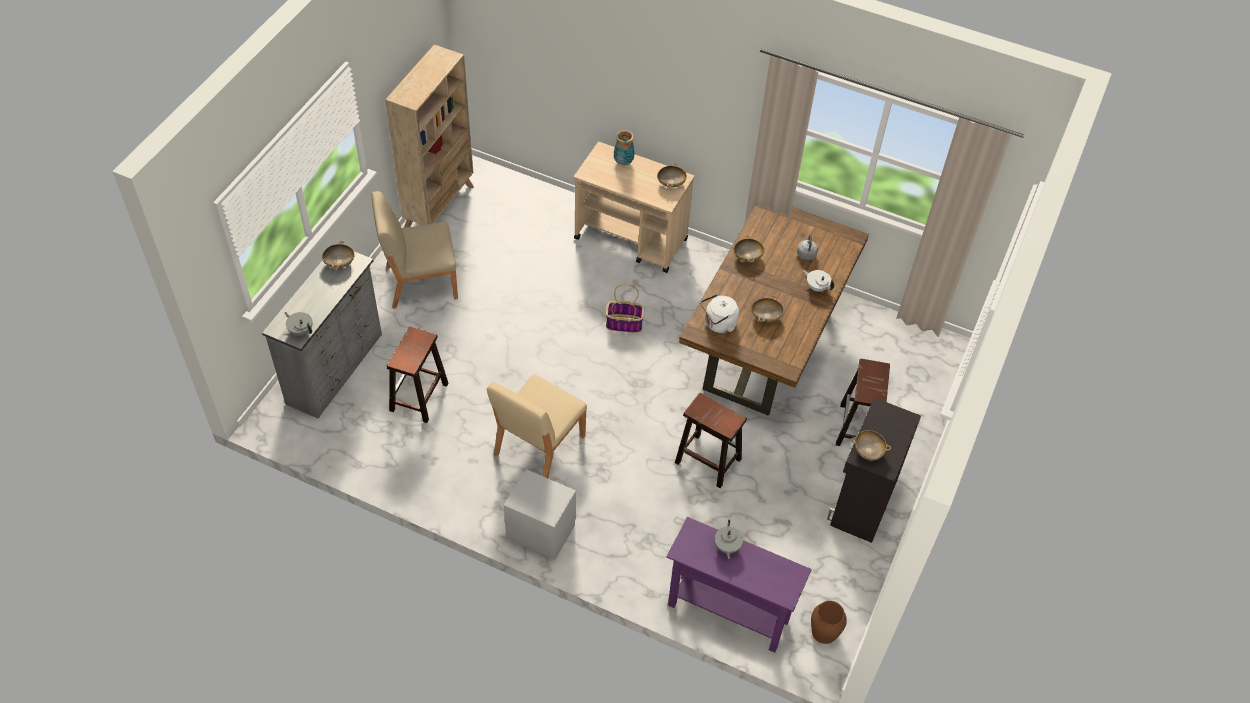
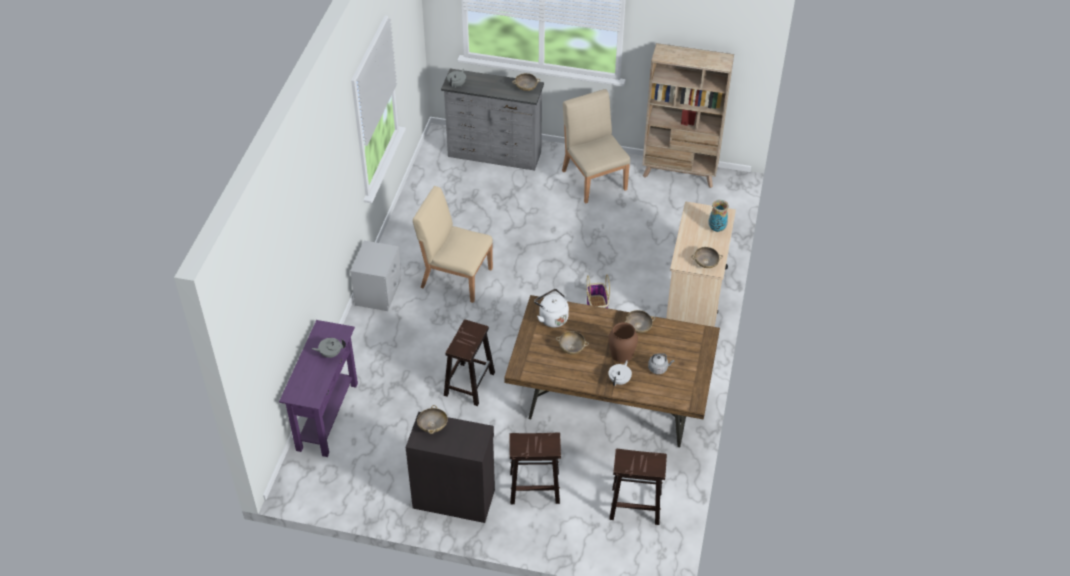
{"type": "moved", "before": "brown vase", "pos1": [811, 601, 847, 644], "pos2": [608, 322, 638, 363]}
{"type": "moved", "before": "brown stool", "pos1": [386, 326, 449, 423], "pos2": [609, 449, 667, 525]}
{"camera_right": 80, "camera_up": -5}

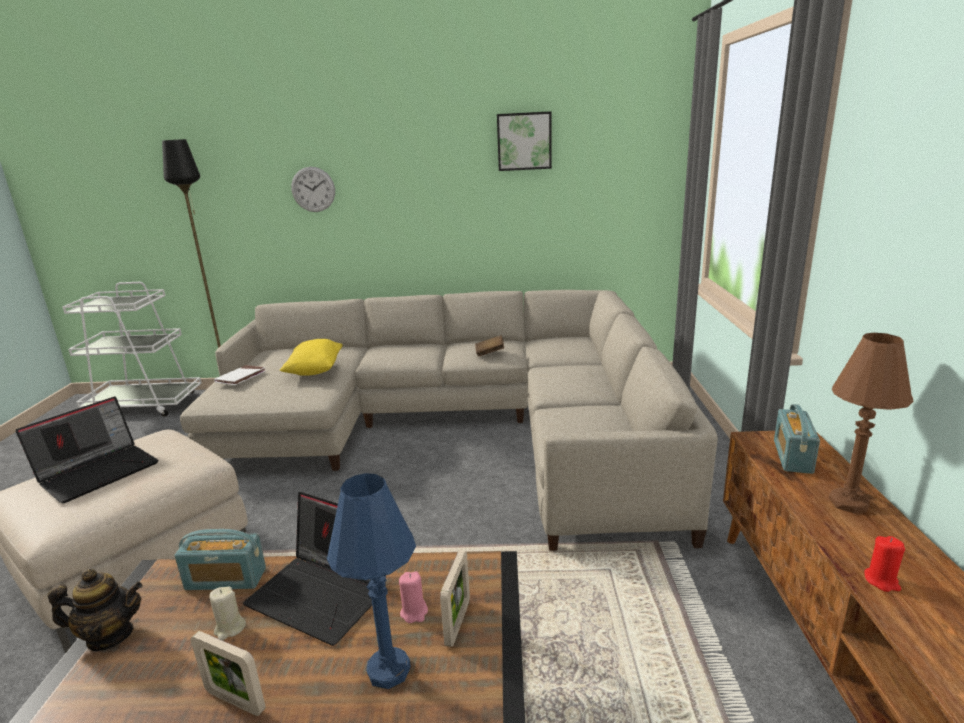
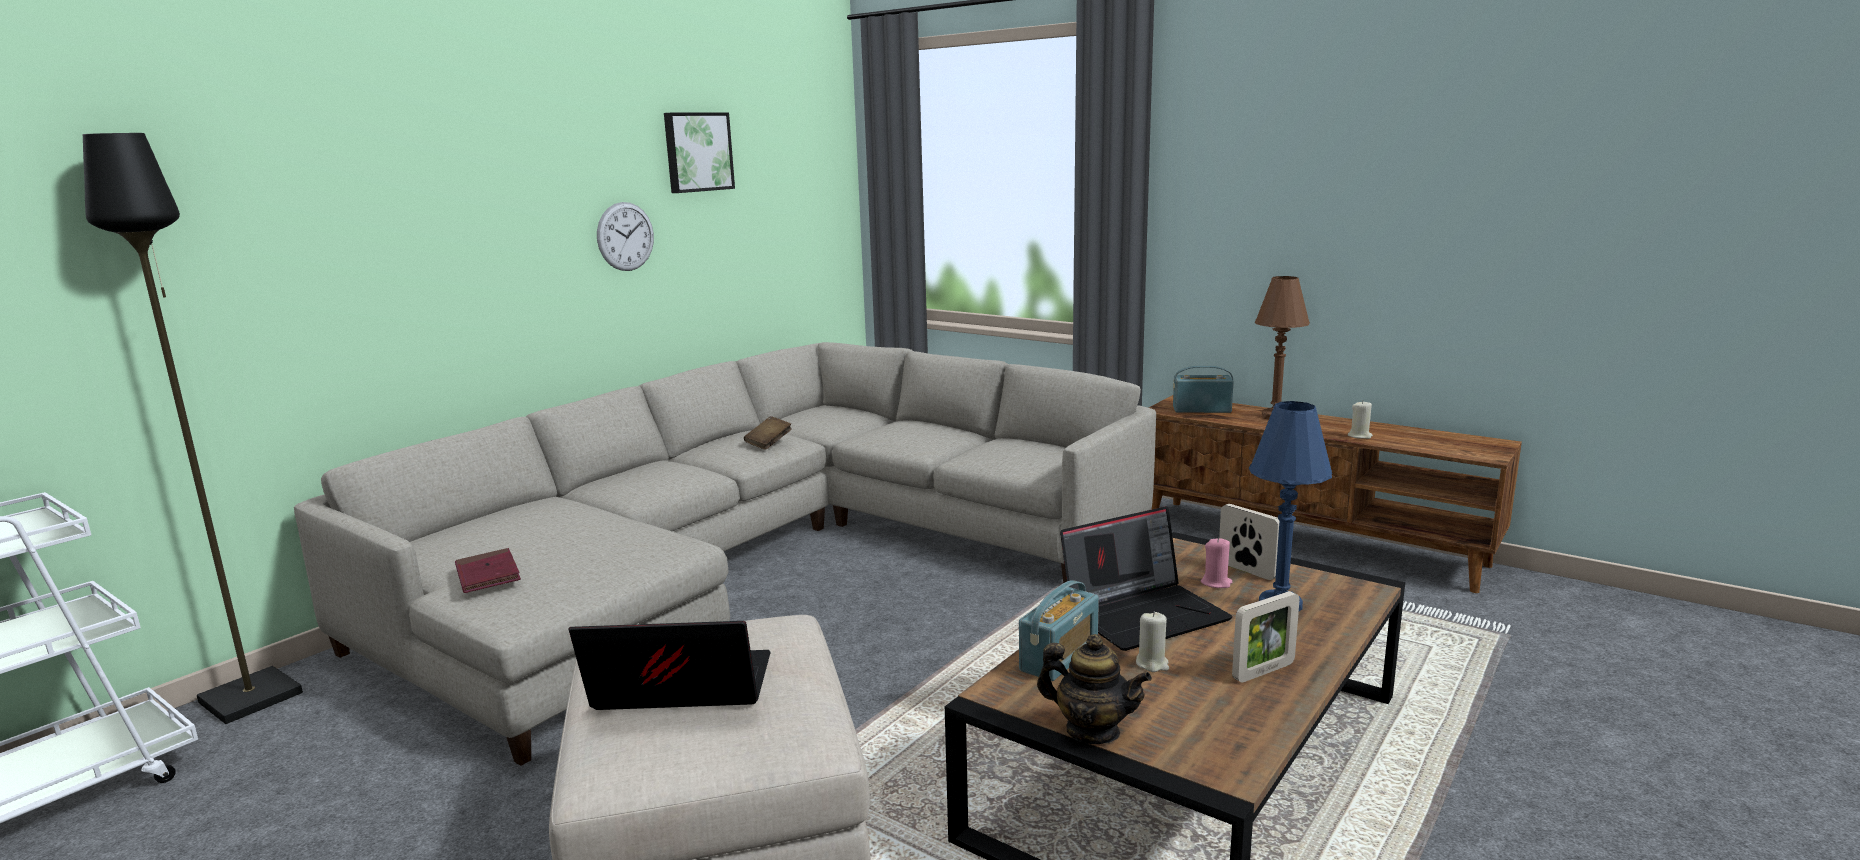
{"type": "recoloured", "before": "white book", "after": "red book", "pos1": [214, 365, 266, 385], "pos2": [455, 548, 521, 593]}
{"type": "turned", "before": "laptop", "pos1": [15, 396, 158, 503], "pos2": [568, 621, 770, 710], "turn": -75}
{"type": "moved", "before": "wall clock", "pos1": [291, 167, 335, 212], "pos2": [597, 202, 654, 271]}
{"type": "turned", "before": "teapot", "pos1": [48, 569, 143, 651], "pos2": [1037, 634, 1152, 744], "turn": 90}
{"type": "turned", "before": "radio", "pos1": [774, 404, 820, 474], "pos2": [1173, 366, 1234, 413], "turn": 135}
{"type": "recoloured", "before": "red candle", "after": "beige candle", "pos1": [864, 536, 905, 592], "pos2": [1348, 400, 1373, 439]}
{"type": "removed", "before": "yellow pillow", "pos1": [279, 339, 343, 376]}
{"camera_right": -55, "camera_up": -5}

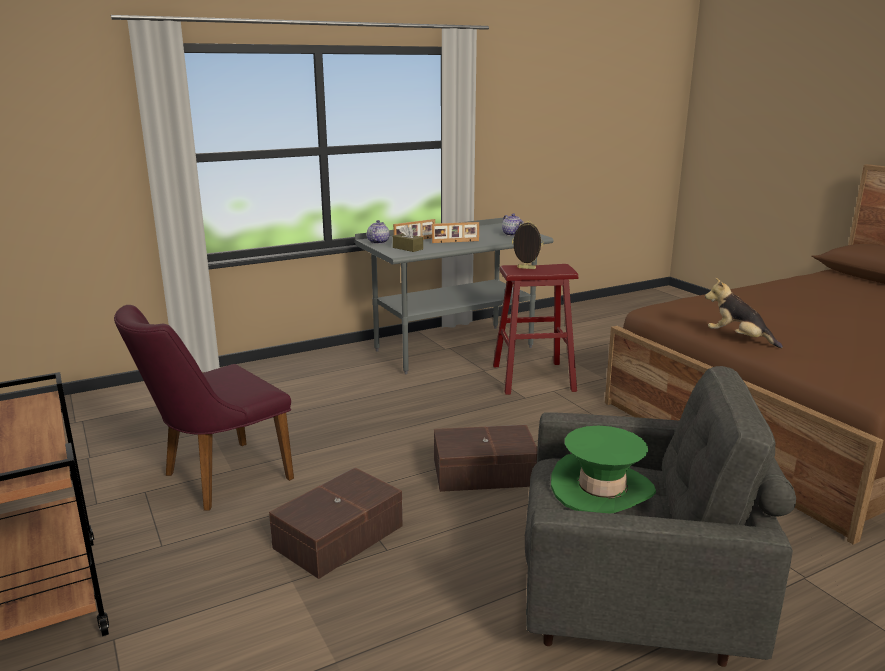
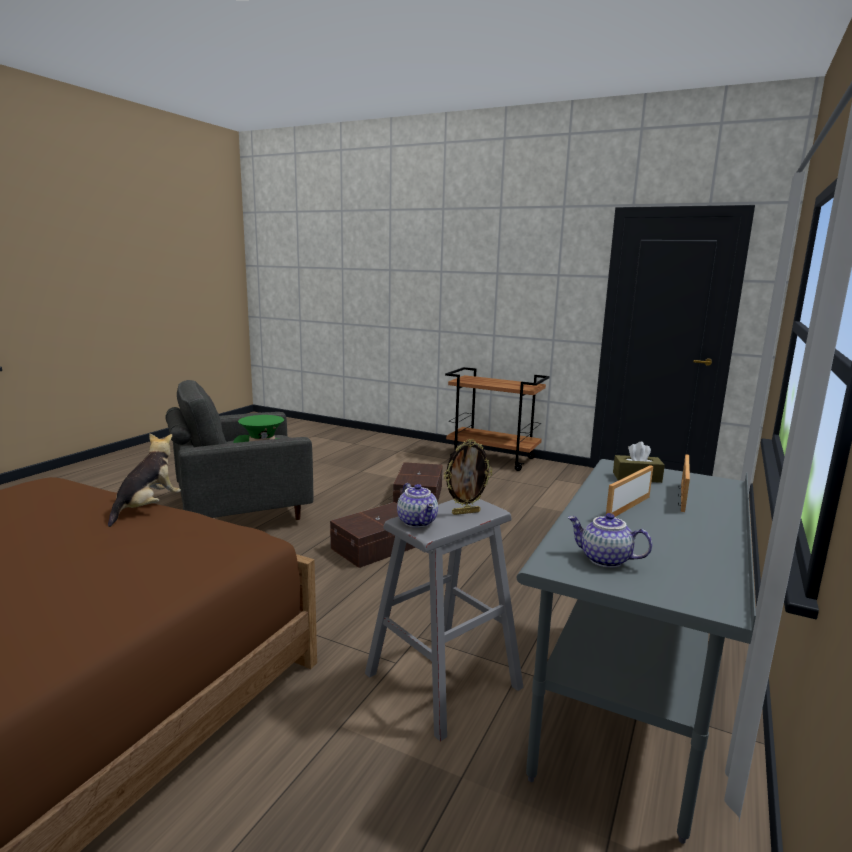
{"type": "turned", "before": "plush toy", "pos1": [705, 278, 783, 348], "pos2": [108, 433, 181, 527], "turn": -75}
{"type": "recoloured", "before": "red stool", "after": "grey stool", "pos1": [493, 264, 578, 395], "pos2": [365, 499, 523, 741]}
{"type": "moved", "before": "teapot", "pos1": [367, 220, 390, 244], "pos2": [397, 483, 438, 528]}
{"type": "removed", "before": "purple chair", "pos1": [114, 305, 294, 511]}
{"camera_right": 145, "camera_up": -5}

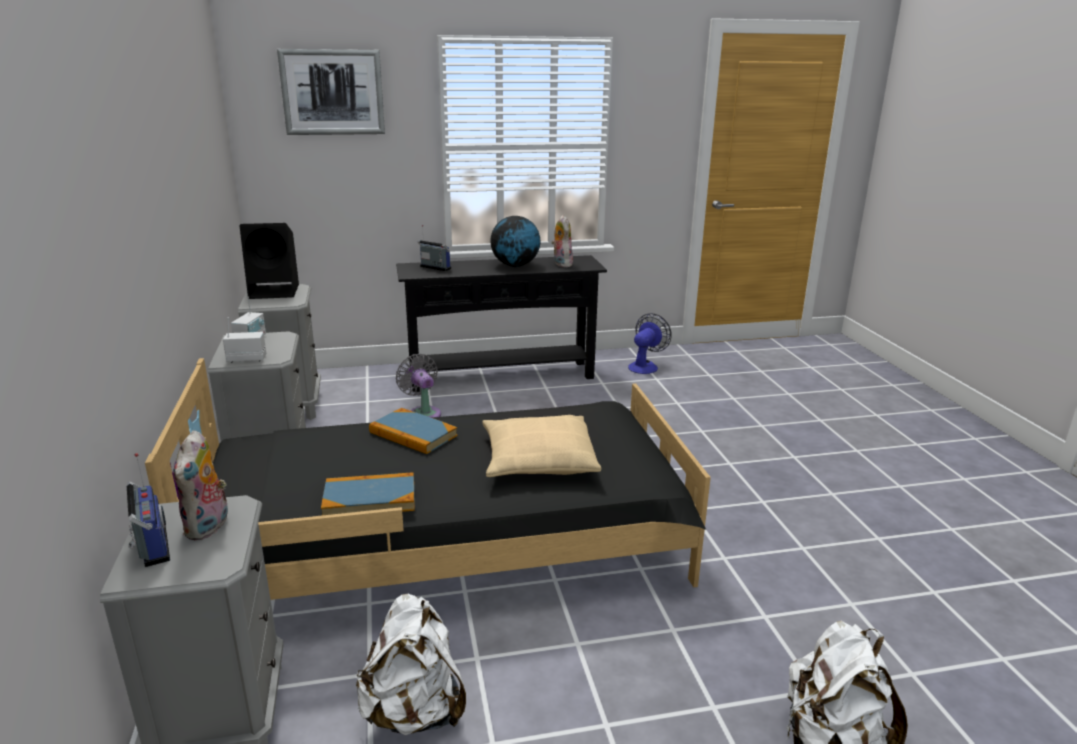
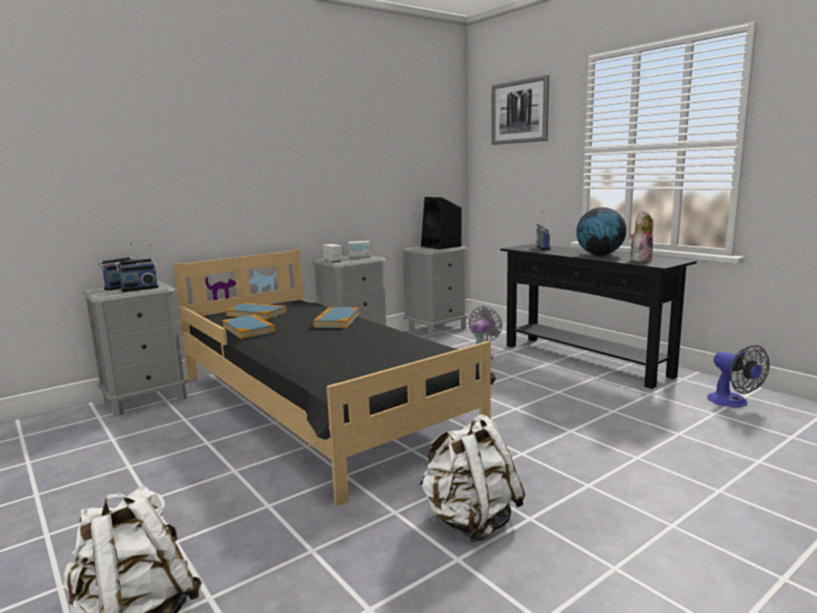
{"type": "replaced", "before": "plush toy", "after": "radio", "pos1": [173, 430, 228, 540], "pos2": [116, 244, 159, 292]}
{"type": "added", "after": "book", "pos2": [226, 303, 287, 320]}
{"type": "moved", "before": "white backpack", "pos1": [356, 594, 466, 735], "pos2": [419, 414, 525, 543]}
{"type": "turned", "before": "fan", "pos1": [628, 313, 672, 374], "pos2": [707, 345, 770, 407], "turn": 60}
{"type": "removed", "before": "beige pillow", "pos1": [482, 415, 601, 477]}
{"camera_right": 65, "camera_up": -10}

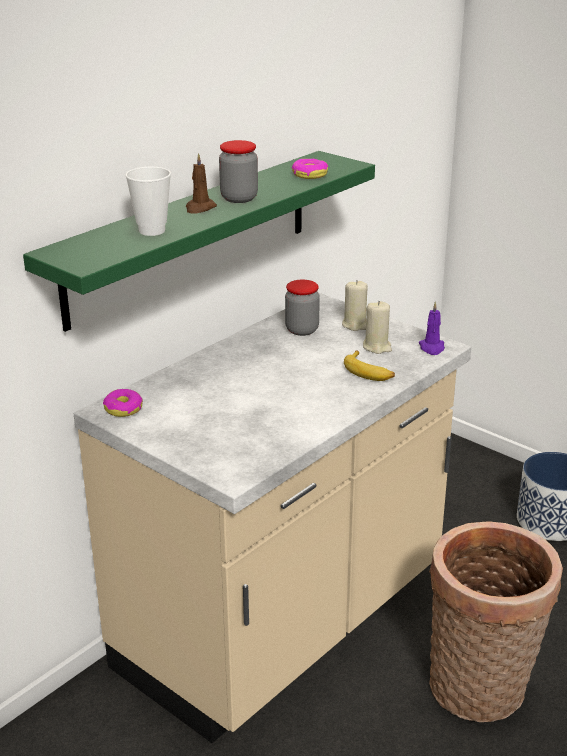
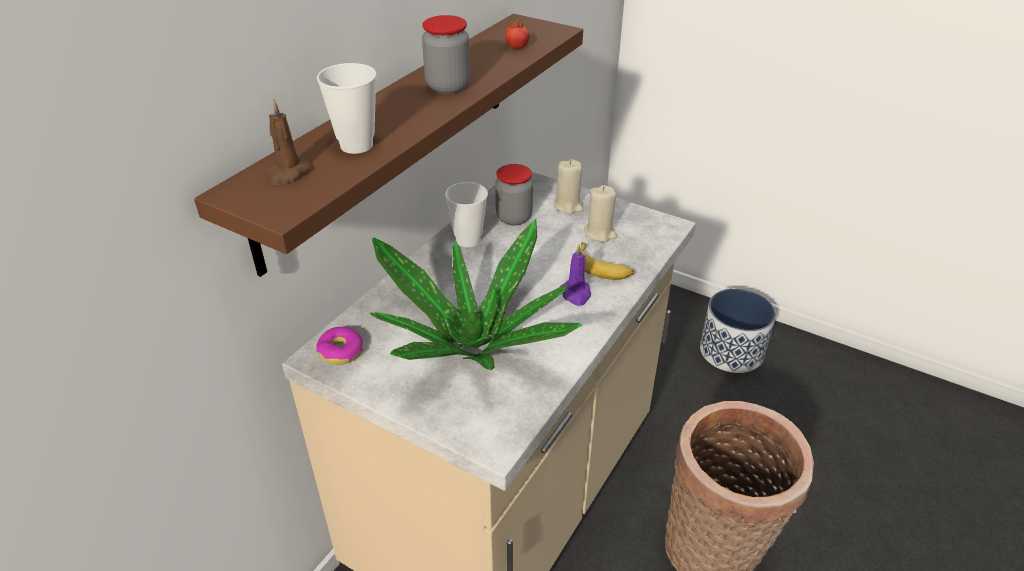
{"type": "recoloured", "before": "green shelf", "after": "brown shelf", "pos1": [23, 151, 375, 332], "pos2": [194, 14, 583, 277]}
{"type": "moved", "before": "brown candle", "pos1": [186, 153, 217, 214], "pos2": [267, 100, 311, 185]}
{"type": "added", "after": "potted plant", "pos2": [369, 219, 582, 370]}
{"type": "added", "after": "cup", "pos2": [445, 182, 488, 247]}
{"type": "replaced", "before": "donut", "after": "tomato", "pos1": [292, 159, 328, 179], "pos2": [505, 18, 530, 49]}
{"type": "moved", "before": "purple candle", "pos1": [419, 301, 445, 355], "pos2": [560, 245, 591, 306]}
{"camera_right": -10, "camera_up": 10}

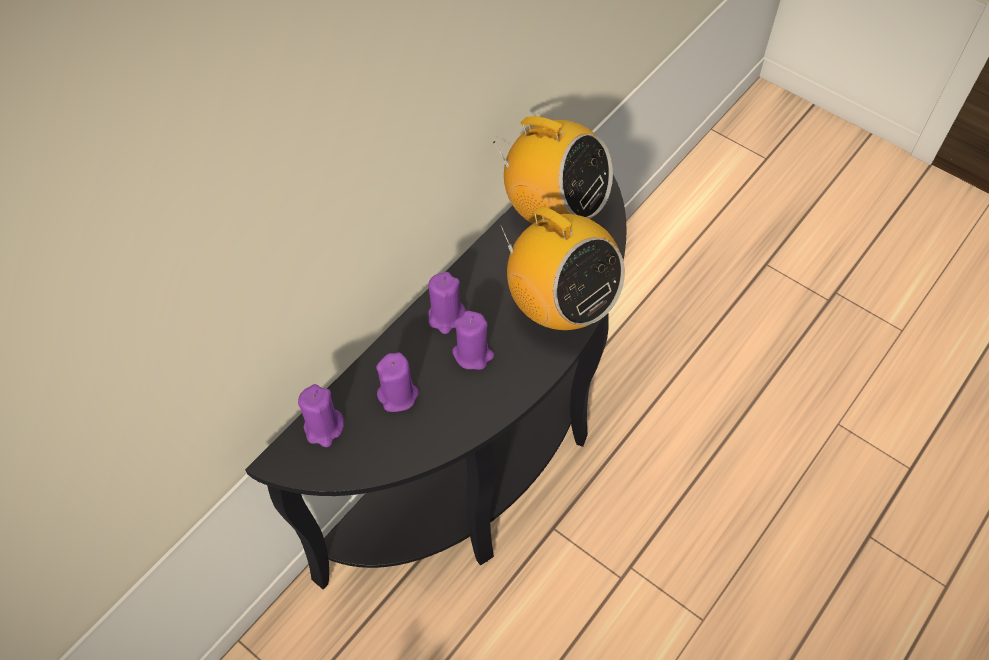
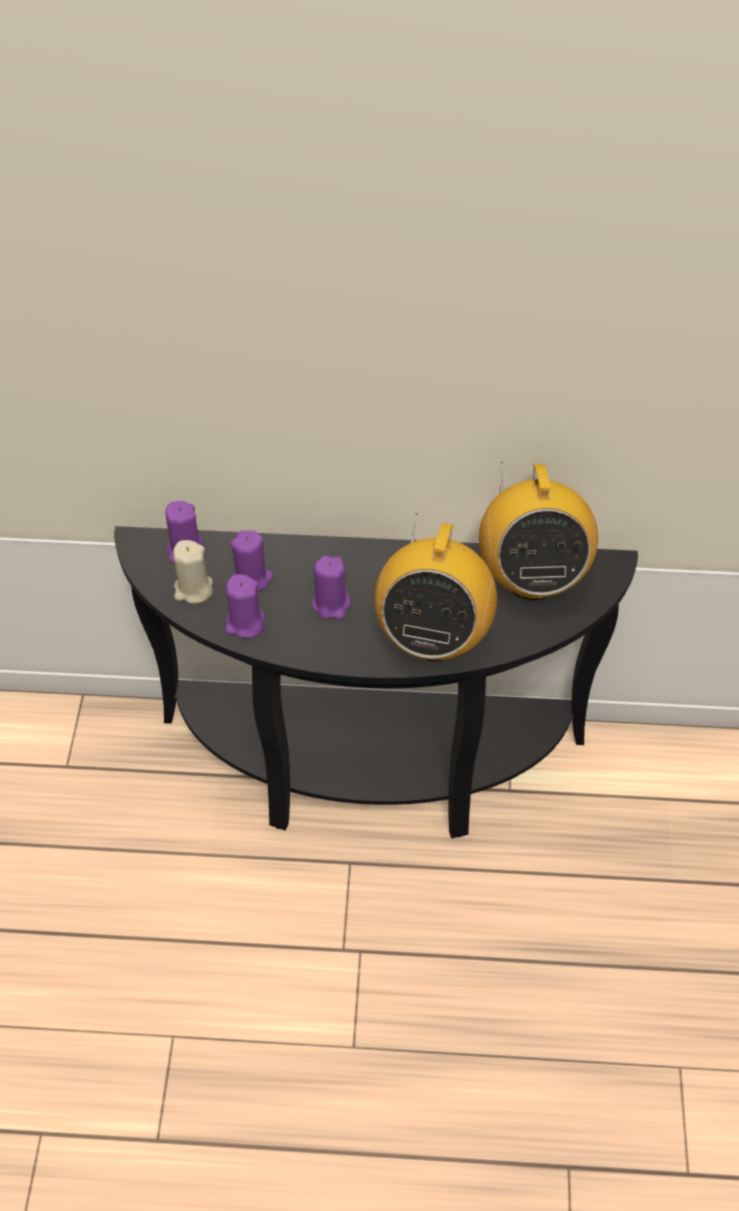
{"type": "added", "after": "beige candle", "pos2": [173, 540, 213, 604]}
{"type": "moved", "before": "purple candle", "pos1": [428, 272, 466, 334], "pos2": [225, 574, 265, 638]}
{"camera_right": 55, "camera_up": -5}

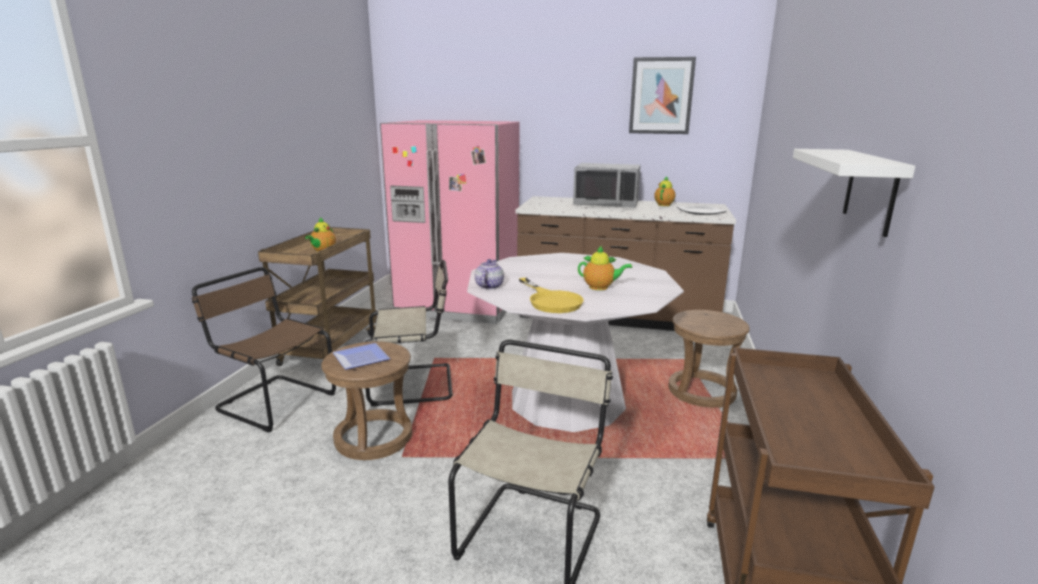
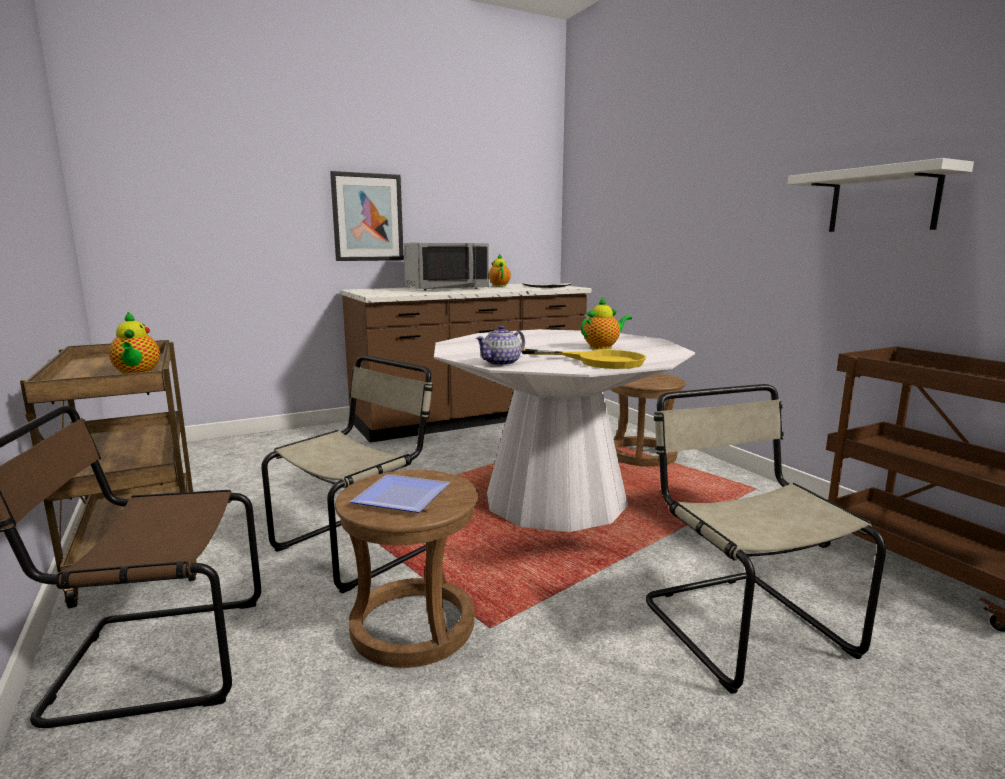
{"type": "moved", "before": "picture", "pos1": [629, 57, 696, 134], "pos2": [330, 171, 404, 261]}
{"type": "turned", "before": "teapot", "pos1": [475, 259, 504, 289], "pos2": [476, 325, 525, 366], "turn": -105}
{"type": "removed", "before": "pink fridge", "pos1": [380, 120, 520, 324]}
{"camera_right": -40, "camera_up": -5}

